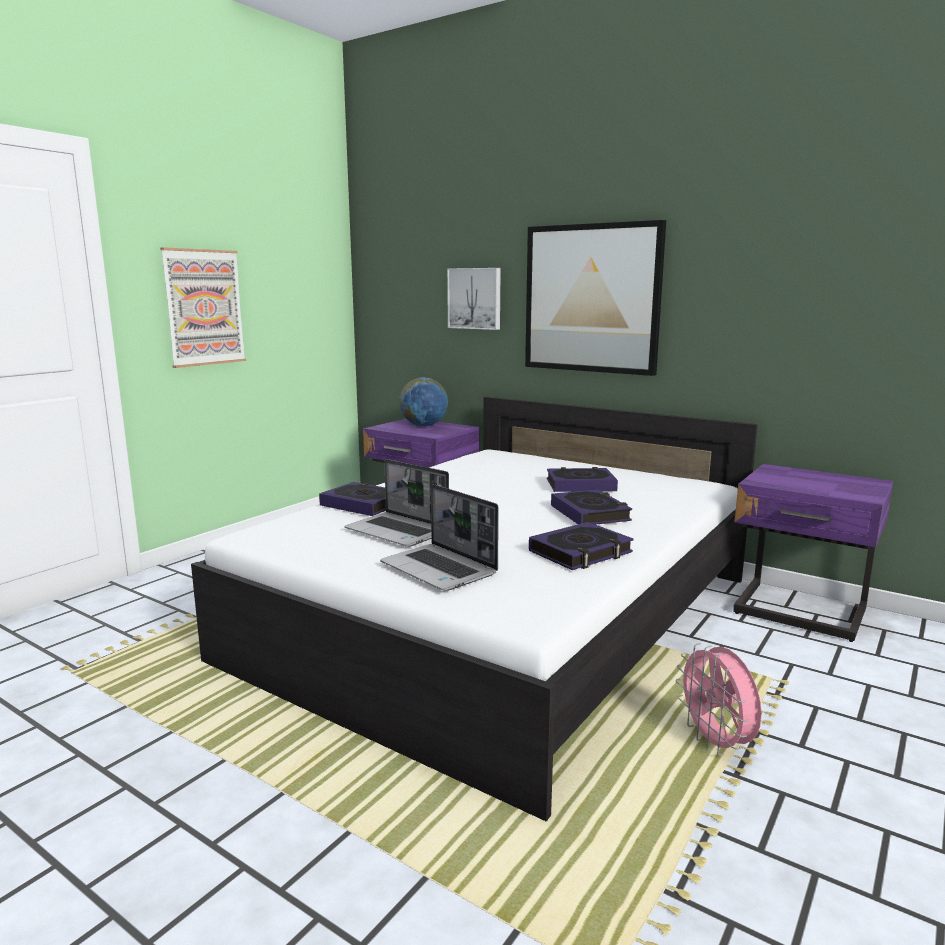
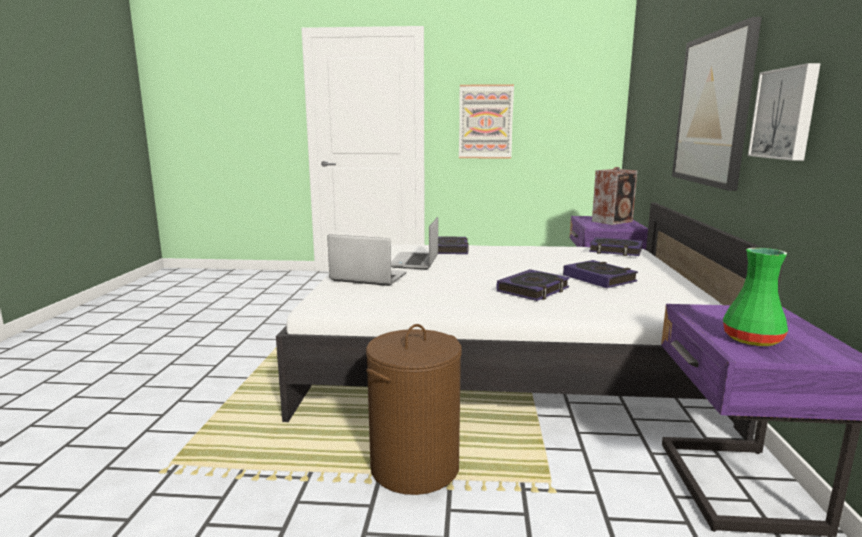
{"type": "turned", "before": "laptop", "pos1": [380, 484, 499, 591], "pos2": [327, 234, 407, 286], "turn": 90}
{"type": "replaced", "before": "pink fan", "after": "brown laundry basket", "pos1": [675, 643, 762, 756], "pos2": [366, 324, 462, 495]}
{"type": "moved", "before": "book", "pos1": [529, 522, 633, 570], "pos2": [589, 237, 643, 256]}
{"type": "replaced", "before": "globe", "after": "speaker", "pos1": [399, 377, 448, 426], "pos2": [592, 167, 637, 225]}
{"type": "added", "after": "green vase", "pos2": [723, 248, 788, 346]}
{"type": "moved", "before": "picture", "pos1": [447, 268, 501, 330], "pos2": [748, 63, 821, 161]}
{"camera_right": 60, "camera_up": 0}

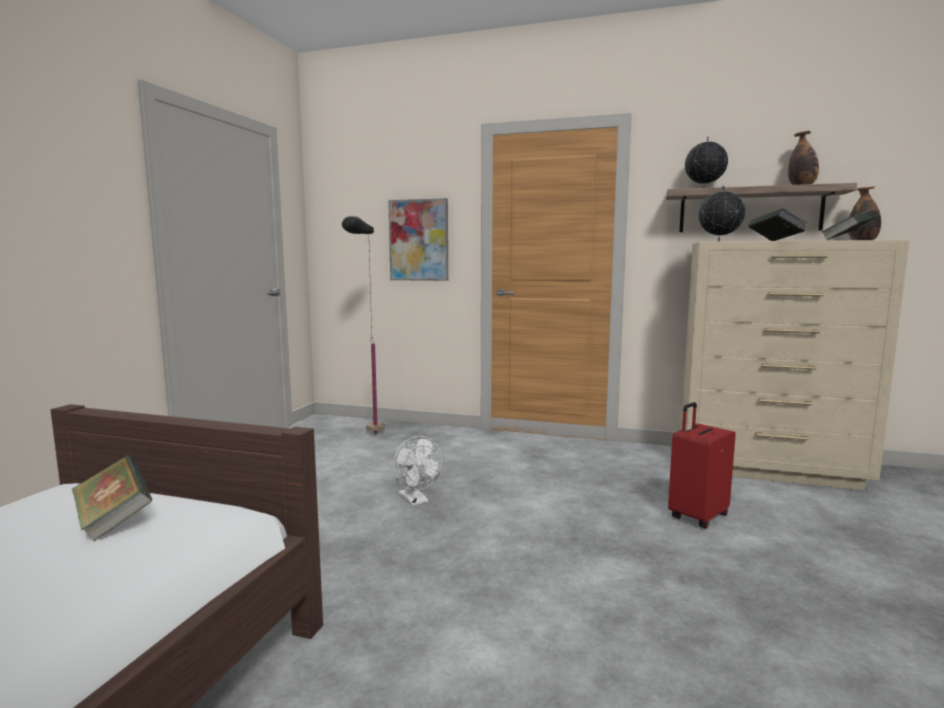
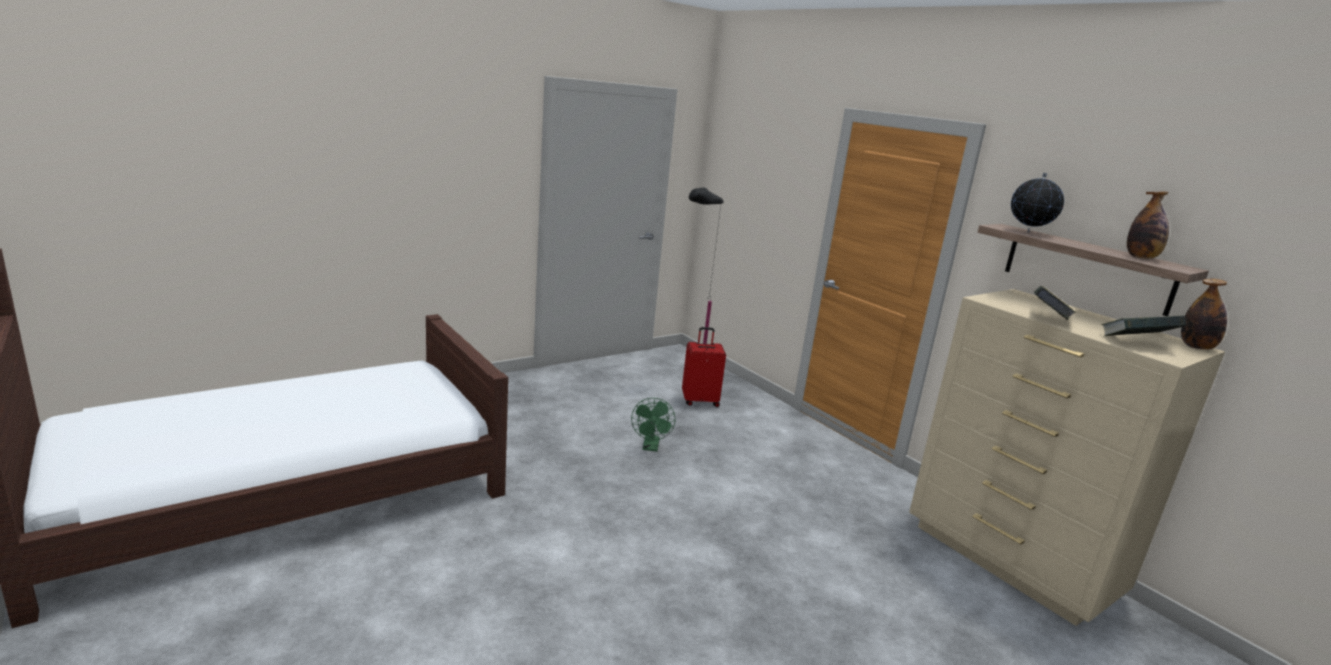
{"type": "recoloured", "before": "white fan", "after": "green fan", "pos1": [393, 436, 442, 506], "pos2": [631, 398, 675, 452]}
{"type": "moved", "before": "red suitcase", "pos1": [668, 402, 736, 529], "pos2": [682, 327, 726, 407]}
{"type": "removed", "before": "book", "pos1": [72, 455, 153, 541]}
{"type": "removed", "before": "picture", "pos1": [388, 198, 448, 281]}
{"type": "removed", "before": "globe", "pos1": [698, 186, 746, 242]}
{"camera_right": 35, "camera_up": 10}

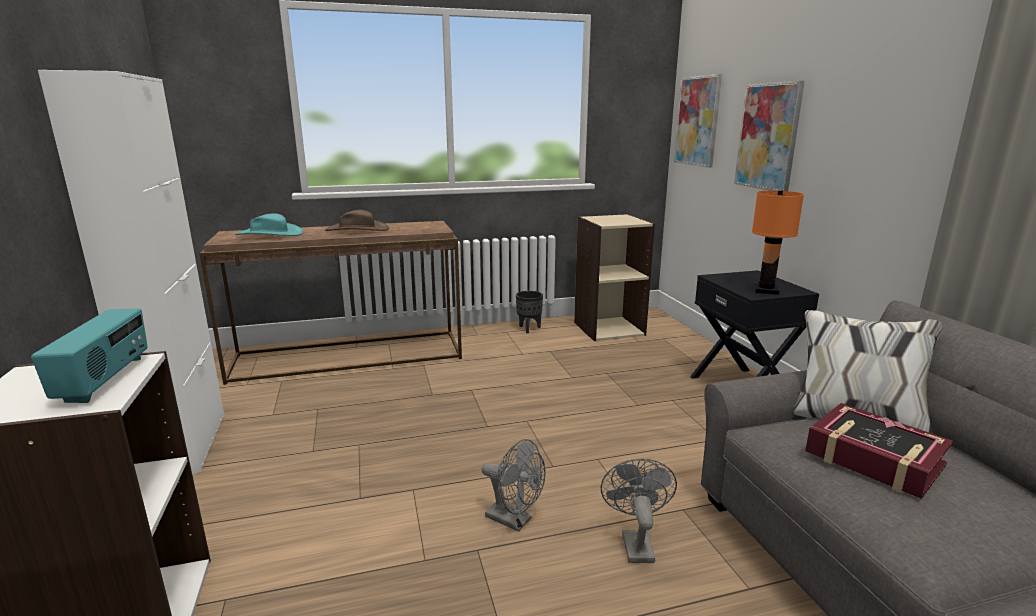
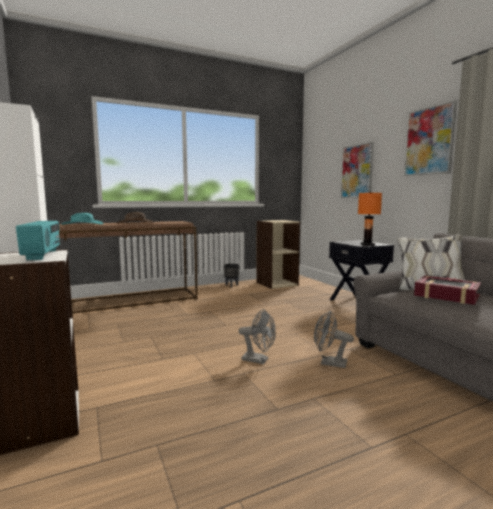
{"type": "turned", "before": "grey fan", "pos1": [601, 459, 677, 563], "pos2": [314, 311, 354, 368], "turn": -60}
{"type": "moved", "before": "picture", "pos1": [674, 74, 722, 167], "pos2": [404, 100, 457, 176]}
{"camera_right": -10, "camera_up": -10}

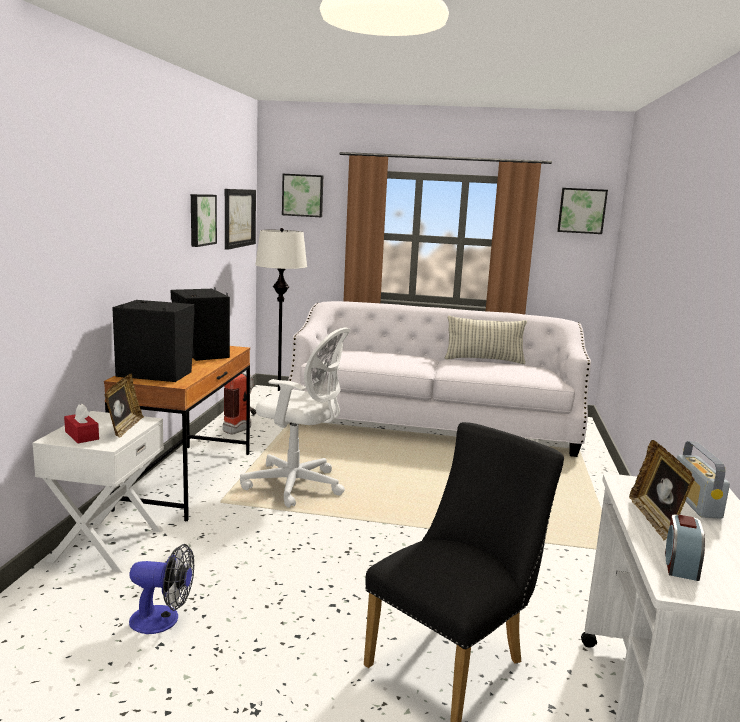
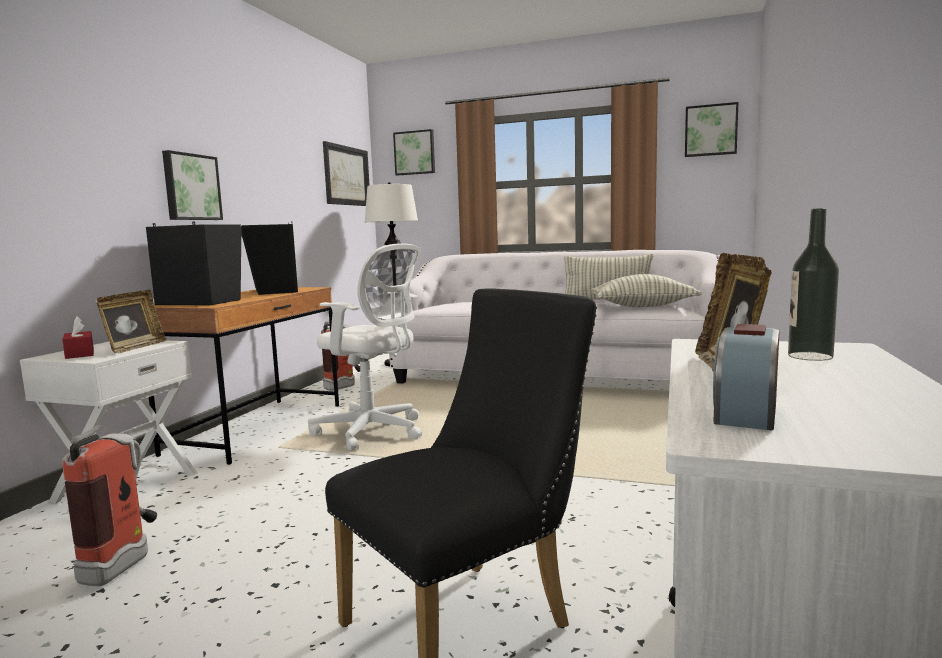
{"type": "replaced", "before": "fan", "after": "fire extinguisher", "pos1": [129, 544, 194, 634], "pos2": [62, 424, 157, 586]}
{"type": "moved", "before": "picture", "pos1": [191, 194, 217, 247], "pos2": [162, 150, 223, 220]}
{"type": "added", "after": "pillow", "pos2": [590, 274, 701, 307]}
{"type": "replaced", "before": "radio", "after": "bottle", "pos1": [677, 441, 730, 519], "pos2": [788, 208, 839, 361]}
{"camera_right": 10, "camera_up": -5}

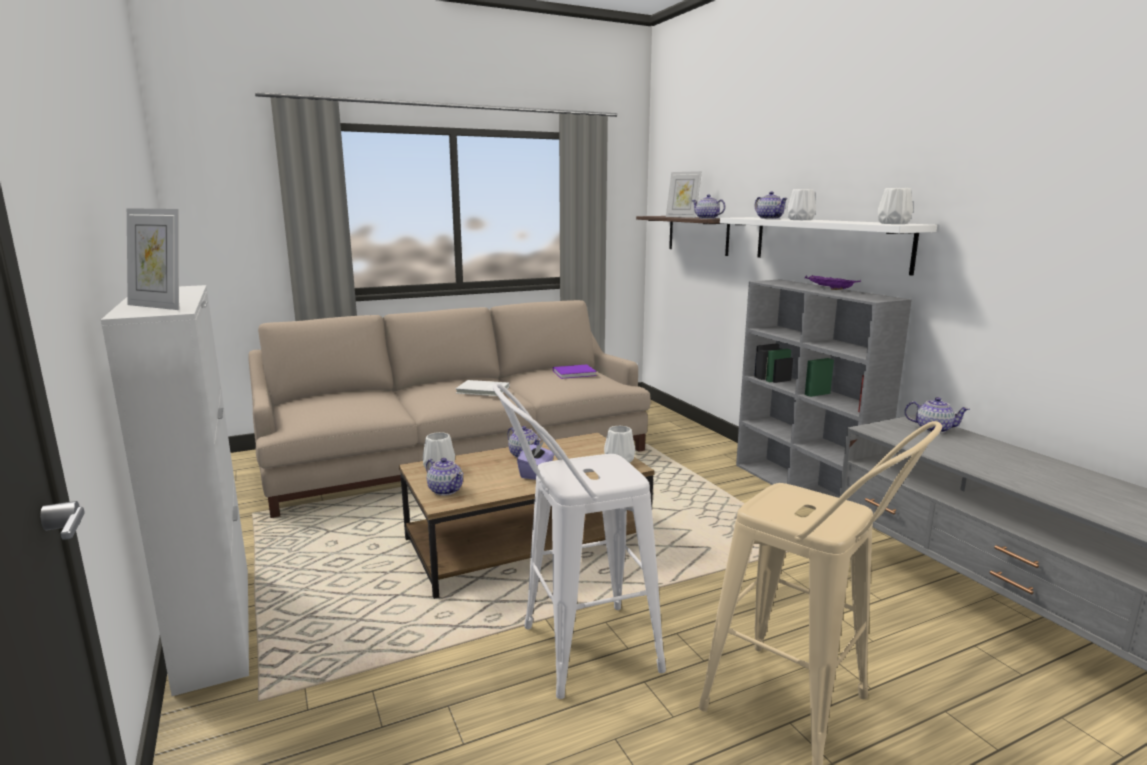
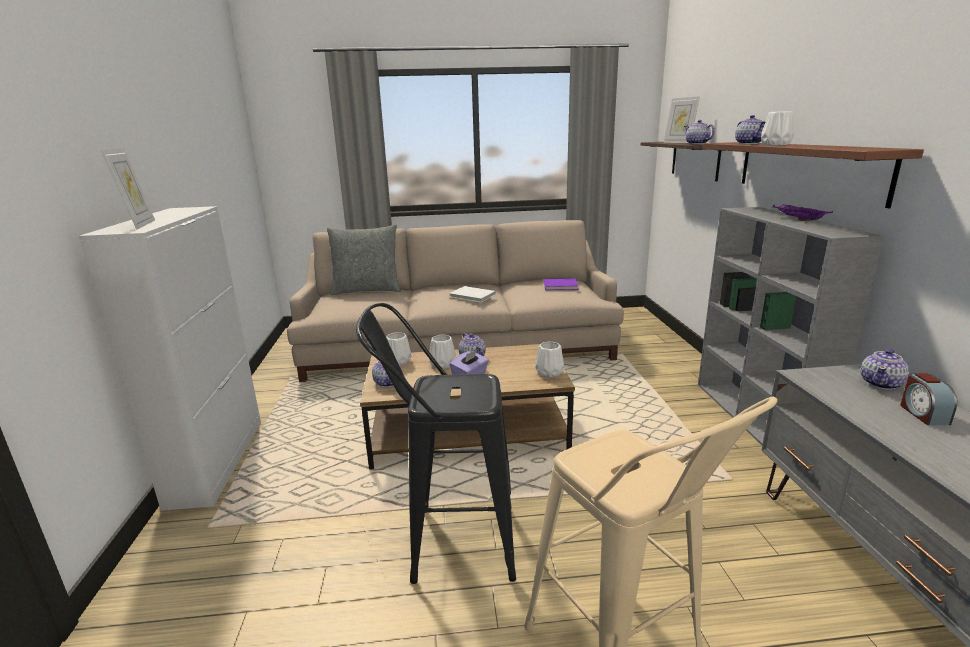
{"type": "turned", "before": "picture frame", "pos1": [127, 208, 179, 310], "pos2": [101, 148, 155, 230], "turn": -150}
{"type": "added", "after": "grey pillow", "pos2": [327, 224, 401, 295]}
{"type": "recoloured", "before": "white stool", "after": "black stool", "pos1": [493, 383, 666, 699], "pos2": [356, 303, 516, 584]}
{"type": "moved", "before": "white vase", "pos1": [878, 188, 913, 224], "pos2": [429, 335, 456, 369]}
{"type": "recoloured", "before": "white shelf", "after": "brown shelf", "pos1": [720, 217, 937, 276], "pos2": [702, 142, 924, 208]}
{"type": "turned", "before": "teapot", "pos1": [904, 397, 970, 433], "pos2": [861, 349, 909, 390], "turn": 90}
{"type": "added", "after": "alarm clock", "pos2": [900, 373, 957, 425]}
{"camera_right": 20, "camera_up": 5}

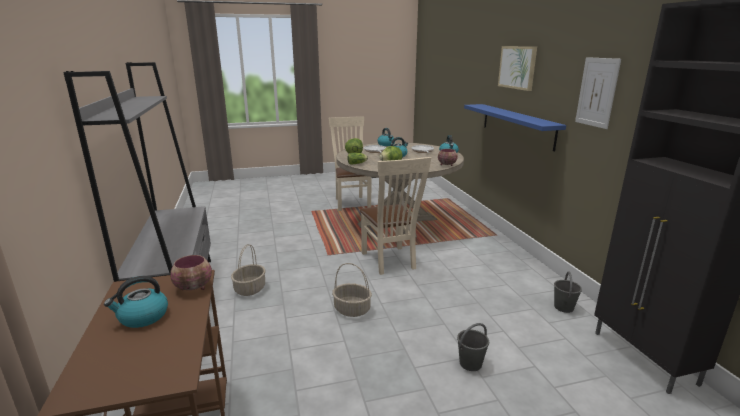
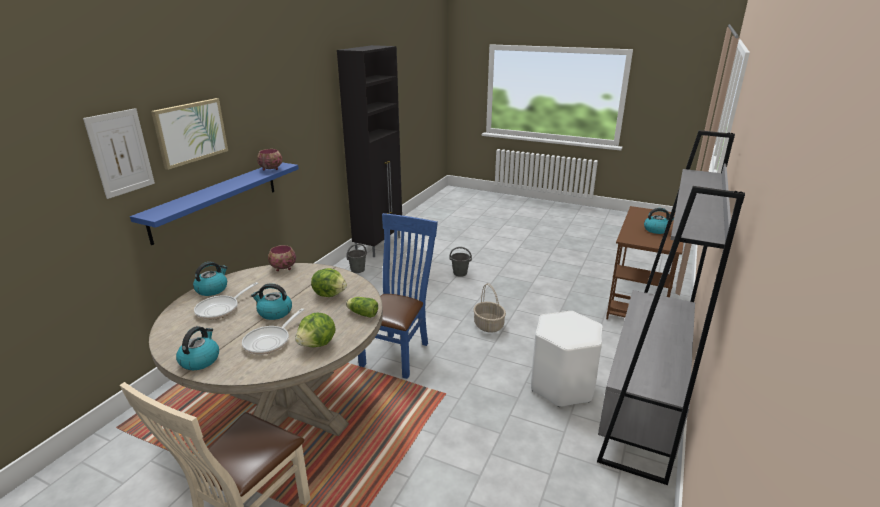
{"type": "moved", "before": "picture", "pos1": [575, 57, 621, 129], "pos2": [83, 108, 155, 199]}
{"type": "moved", "before": "bowl", "pos1": [170, 255, 212, 290], "pos2": [257, 149, 282, 171]}
{"type": "recoloured", "before": "beige chair", "after": "blue chair", "pos1": [360, 157, 431, 275], "pos2": [358, 213, 438, 379]}
{"type": "replaced", "before": "basket", "after": "white stool", "pos1": [231, 244, 265, 296], "pos2": [531, 311, 603, 407]}
{"camera_right": -140, "camera_up": 5}

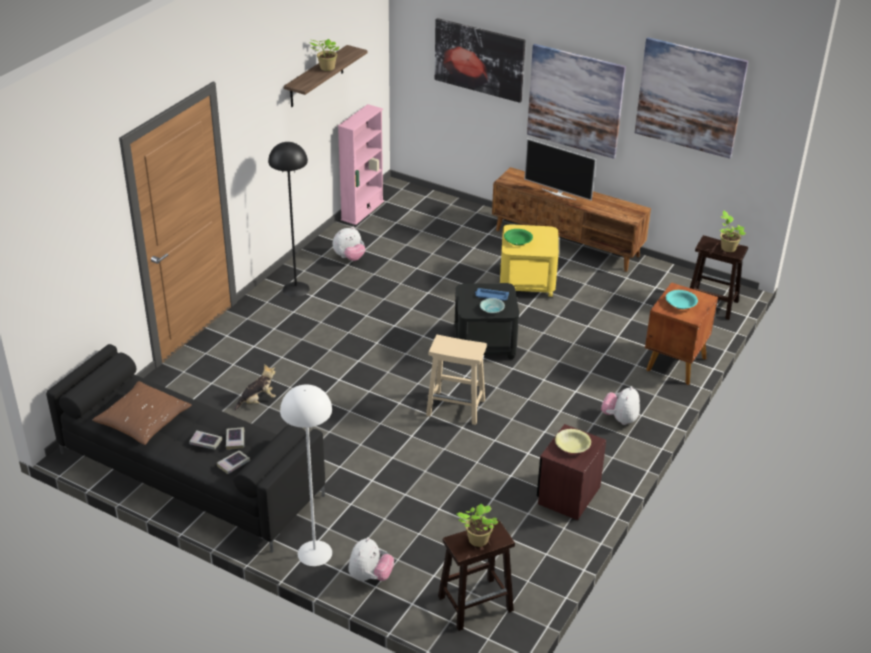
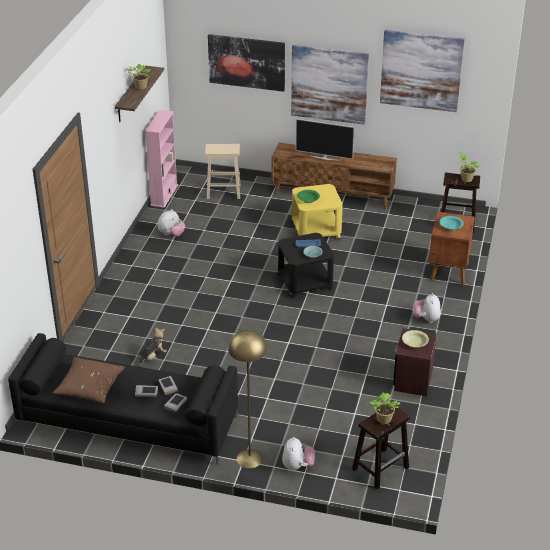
{"type": "moved", "before": "beige stool", "pos1": [426, 335, 487, 425], "pos2": [205, 144, 241, 199]}
{"type": "recoloured", "before": "white floor lamp", "after": "yellow floor lamp", "pos1": [280, 384, 332, 566], "pos2": [228, 330, 267, 468]}
{"type": "removed", "before": "black floor lamp", "pos1": [268, 142, 310, 297]}
{"camera_right": -15, "camera_up": 0}

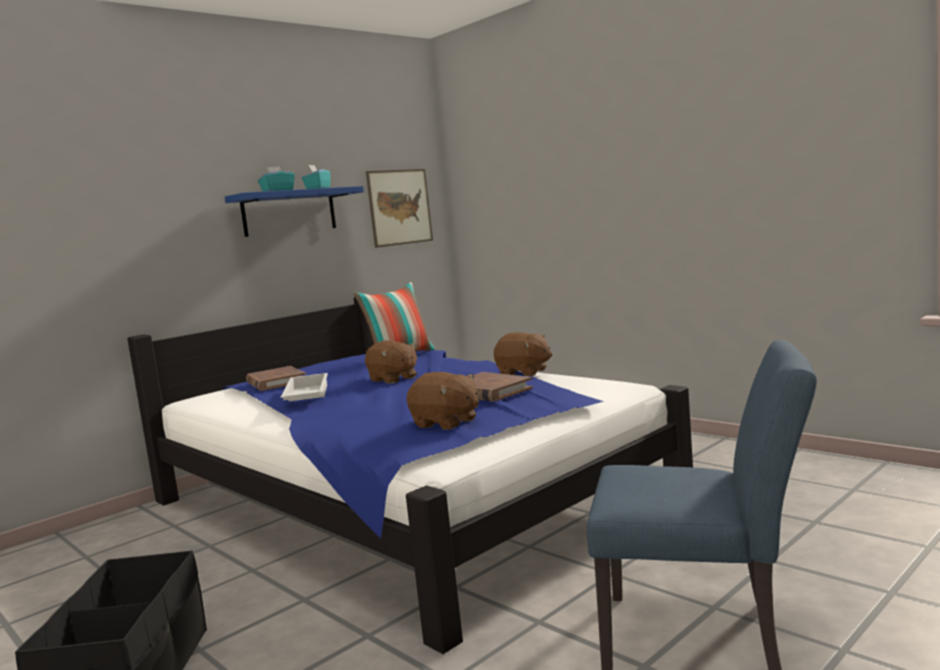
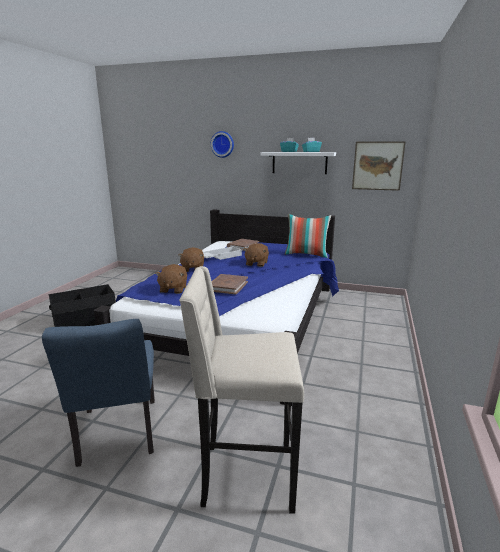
{"type": "moved", "before": "brown plush toy", "pos1": [494, 332, 552, 376], "pos2": [178, 247, 204, 272]}
{"type": "added", "after": "beige stool", "pos2": [179, 266, 304, 514]}
{"type": "added", "after": "wall clock", "pos2": [211, 131, 234, 158]}
{"type": "recoloured", "before": "blue shelf", "after": "white shelf", "pos1": [225, 186, 364, 237], "pos2": [260, 152, 336, 174]}
{"camera_right": 60, "camera_up": 10}

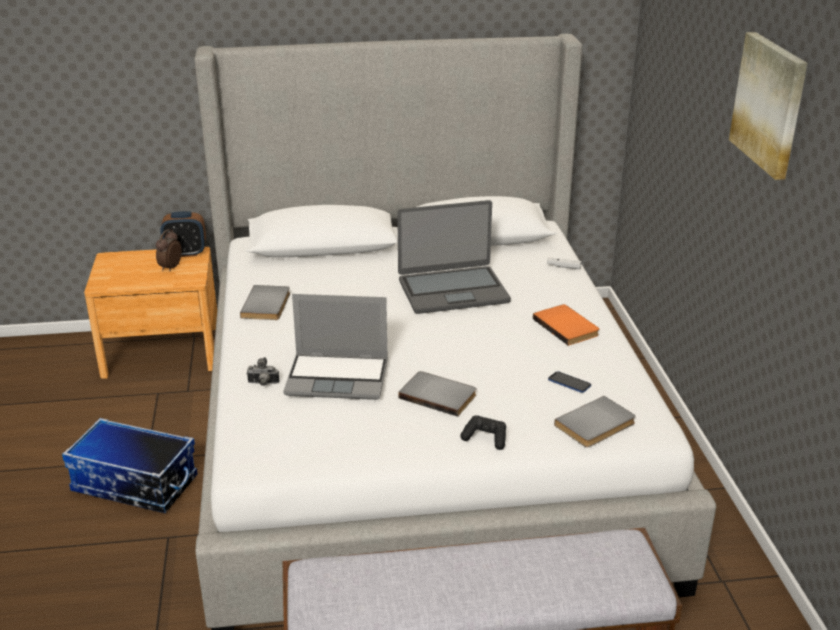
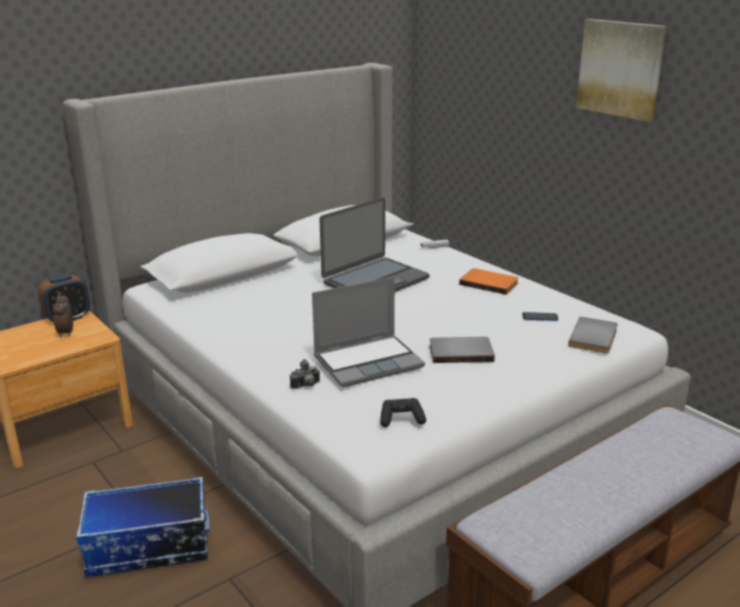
{"type": "moved", "before": "black game controller", "pos1": [461, 415, 506, 450], "pos2": [380, 398, 426, 427]}
{"type": "removed", "before": "grey book", "pos1": [240, 285, 290, 320]}
{"camera_right": -30, "camera_up": -5}

